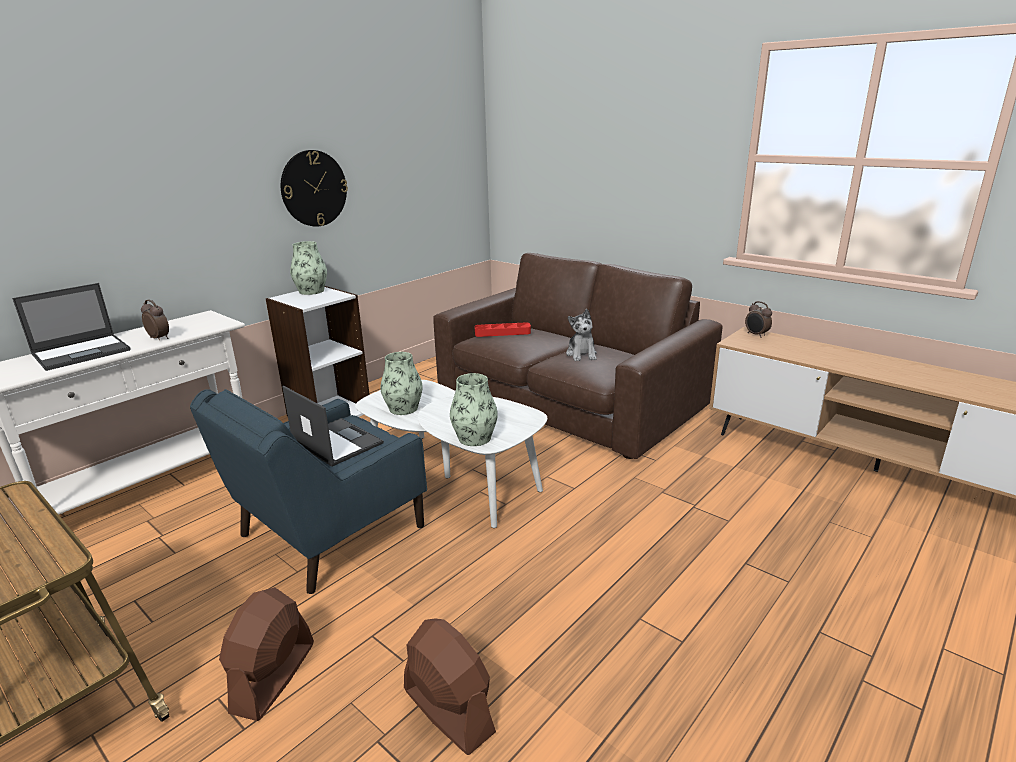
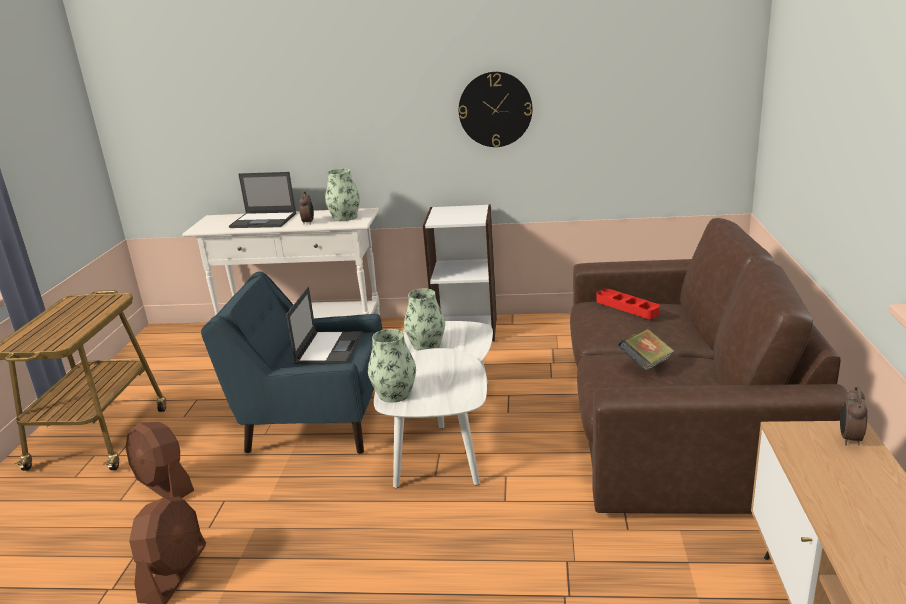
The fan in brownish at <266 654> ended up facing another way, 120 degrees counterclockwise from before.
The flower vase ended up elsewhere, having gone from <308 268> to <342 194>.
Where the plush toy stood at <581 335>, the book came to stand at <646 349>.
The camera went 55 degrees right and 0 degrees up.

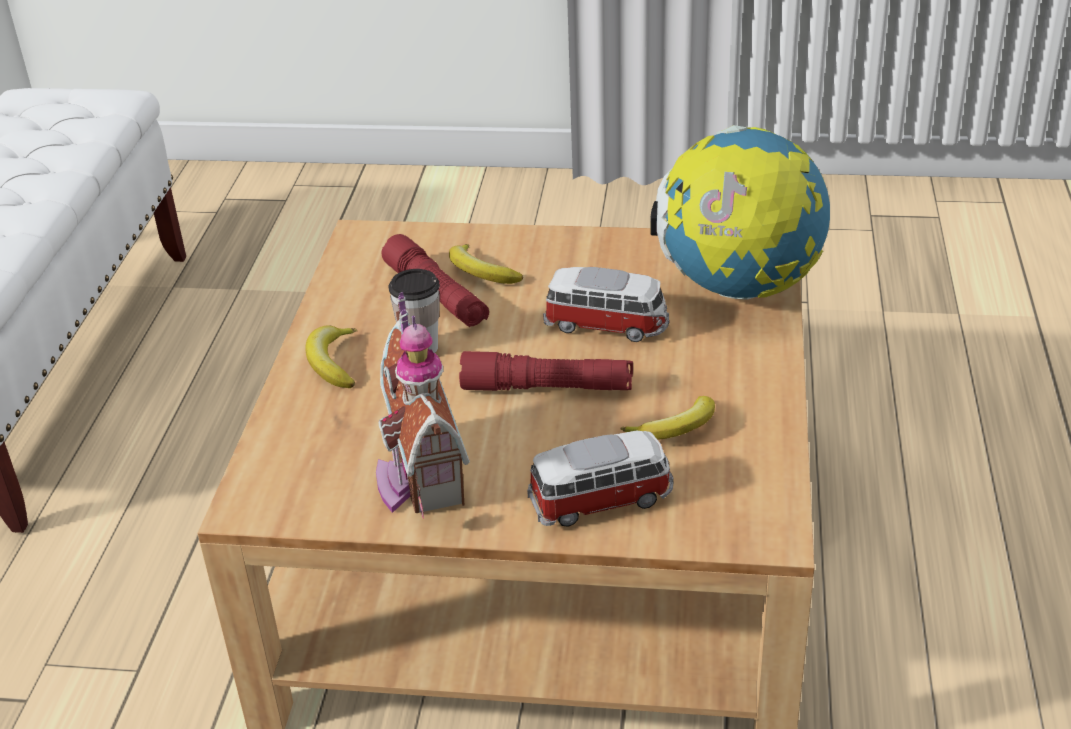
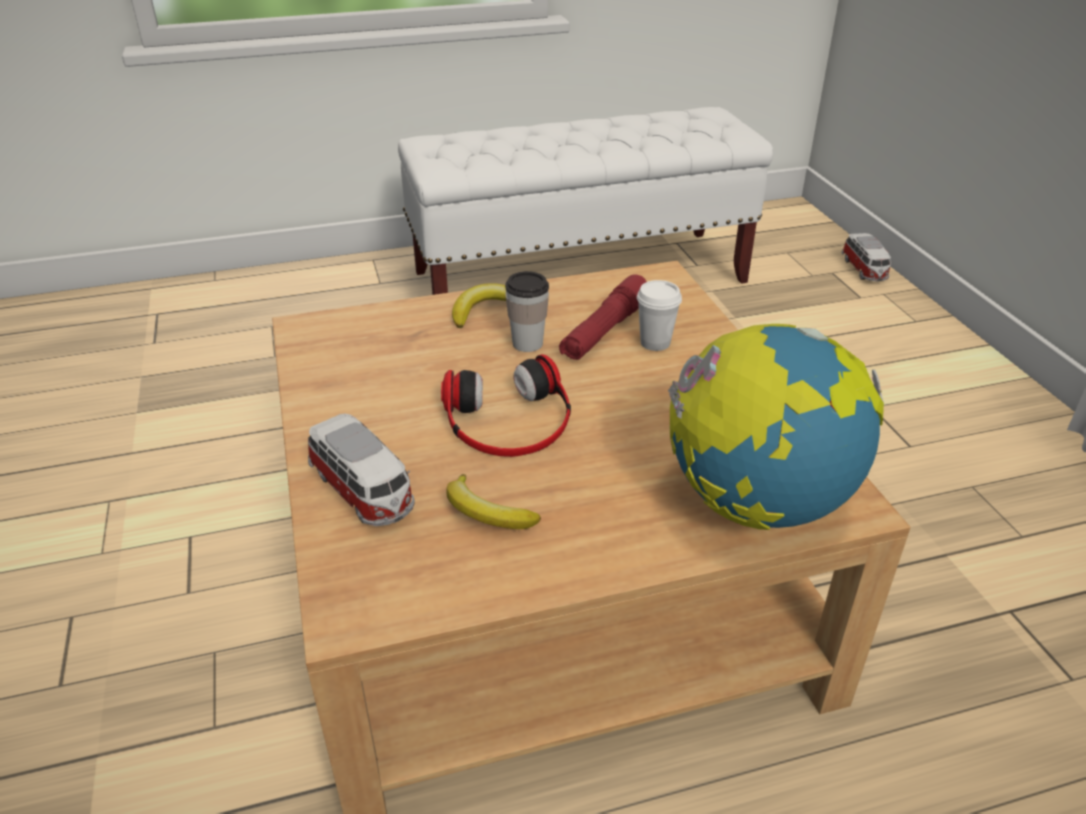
Where the hand torch in reddish stood at <546 371>, the headset came to stand at <506 405>.
Where the banana fruit stood at <486 264>, the small cup in whitish came to stand at <659 315>.
The model car ended up elsewhere, having gone from <606 304> to <866 257>.
The second view lost the model house at <423 405>.
The camera went 65 degrees right and 0 degrees up.

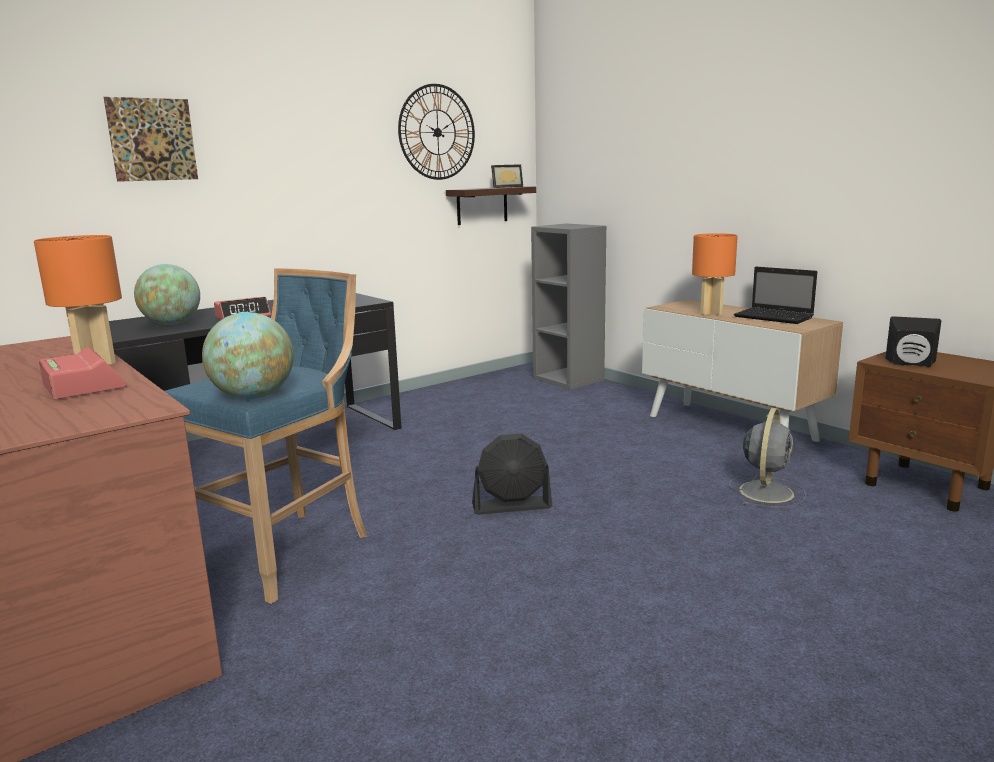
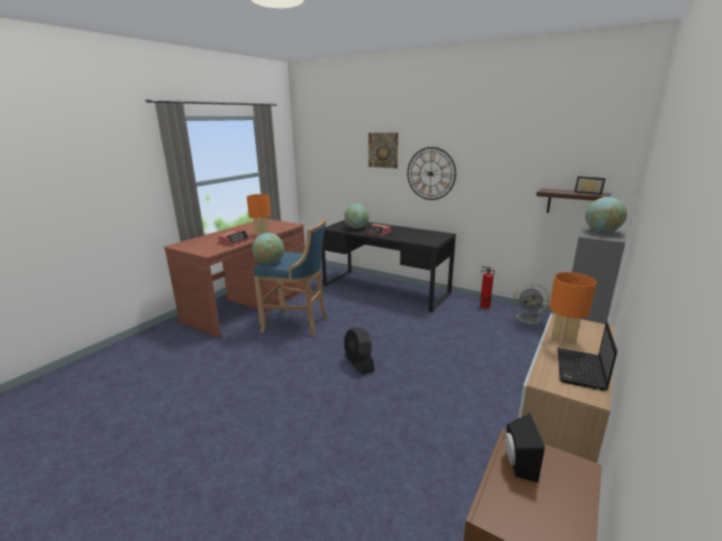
The clock on the wall ended up elsewhere, having gone from <436 132> to <431 173>.
The second view gained the fire extinguisher at <487 287>.
The fan in greyish ended up elsewhere, having gone from <767 458> to <529 305>.
The second view gained the desk globe at <606 215>.
The camera went 70 degrees right and 5 degrees up.

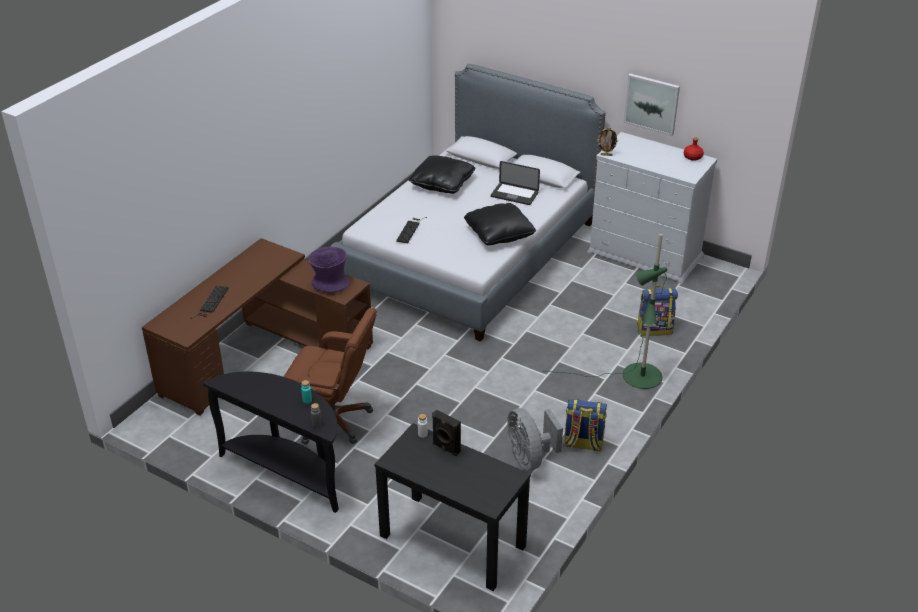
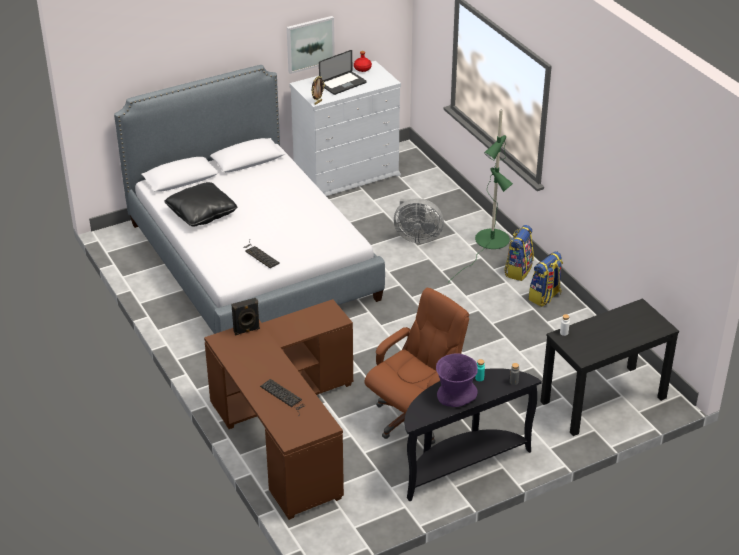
The speaker in black ended up elsewhere, having gone from <446 433> to <245 317>.
The notebook computer ended up elsewhere, having gone from <515 183> to <343 72>.
The fan in greyish ended up elsewhere, having gone from <535 439> to <419 220>.
The flower vase in purple ended up elsewhere, having gone from <329 270> to <457 380>.
The knapsack ended up elsewhere, having gone from <657 311> to <519 253>.
The second view lost the pillow in black at <500 224>.
The camera went 60 degrees left and 0 degrees up.

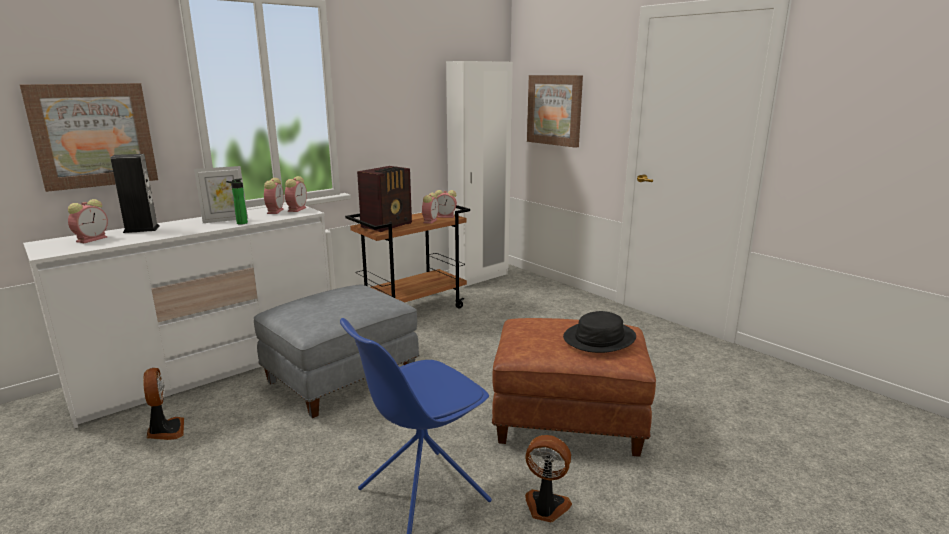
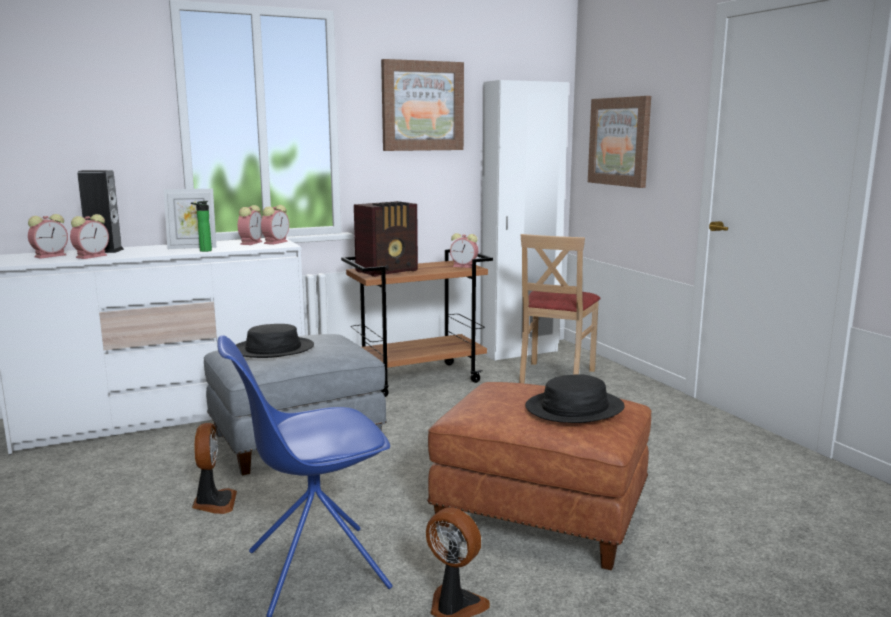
The table clock ended up elsewhere, having gone from <430 208> to <89 236>.
The fan ended up elsewhere, having gone from <163 404> to <214 468>.
The second view gained the clothing hat in black at <275 341>.
The wall picture ended up elsewhere, having gone from <89 137> to <422 105>.
The second view gained the plain chair in sand-coloured at <560 308>.
The camera went 15 degrees right and 5 degrees down.

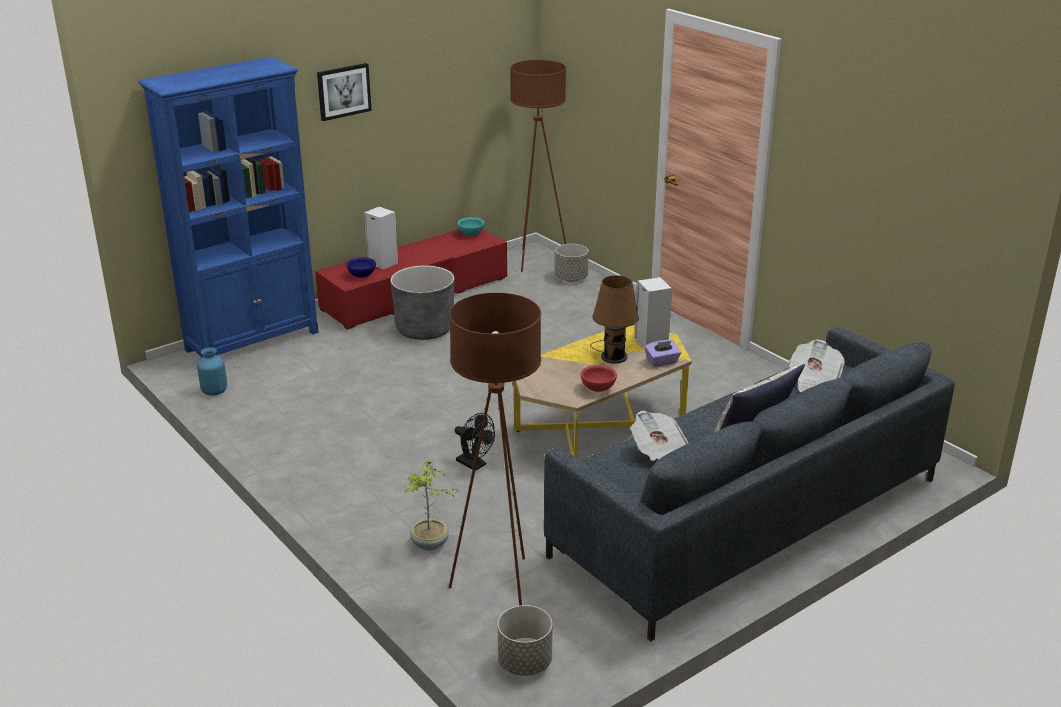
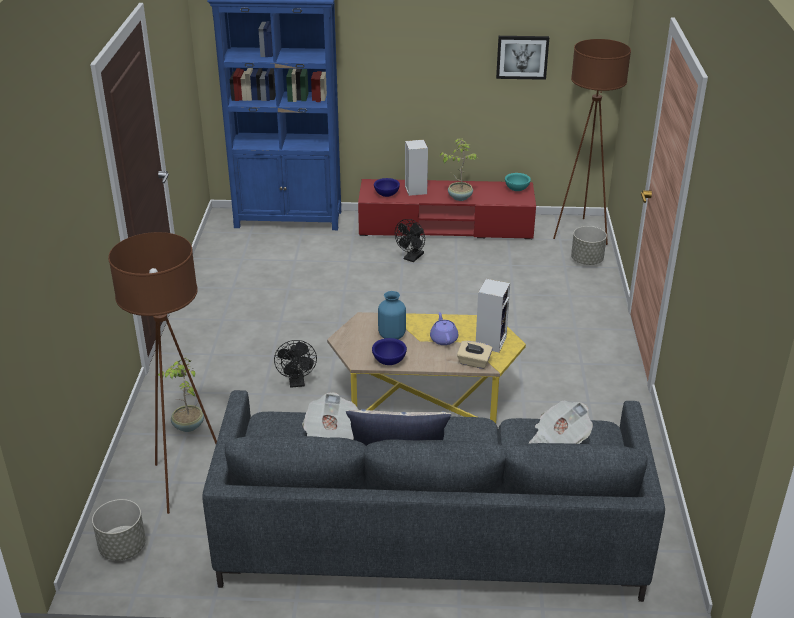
What was the deep dish in reddish at <599 378> turned into the deep dish in blue at <389 351>.
The flower vase in blue ended up elsewhere, having gone from <212 371> to <392 315>.
Where the planter in greyish stood at <422 302>, the fan in black came to stand at <410 240>.
Where the tabletop lamp in brownish stood at <614 319>, the tea pot in purple came to stand at <444 328>.
The second view gained the potted plant at <458 170>.
What was the tissue box in purple at <663 353> turned into the tissue box in sand-coloured at <475 355>.
The wall picture ended up elsewhere, having gone from <344 92> to <522 58>.
The camera went 40 degrees right and 5 degrees up.

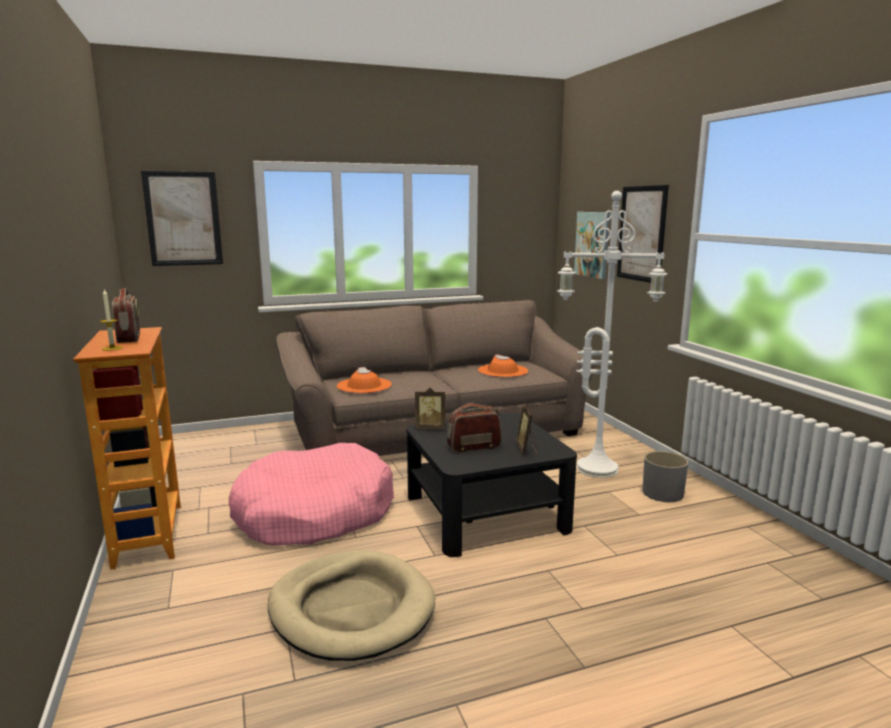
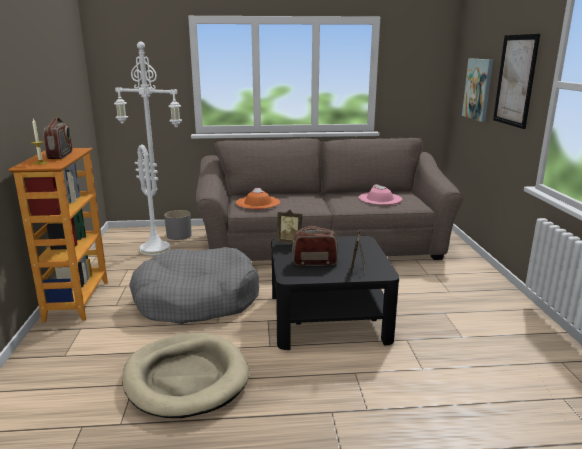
The floor lamp in whitish ended up elsewhere, having gone from <612 334> to <148 148>.
What was the pet bed in pink at <311 494> turned into the pet bed in greyish at <194 285>.
The planter in greyish ended up elsewhere, having gone from <665 476> to <178 225>.
What was the clothing hat in orange-coloured at <503 365> turned into the clothing hat in pink at <380 194>.
The second view lost the wall picture at <182 218>.
The camera went 15 degrees right and 5 degrees up.

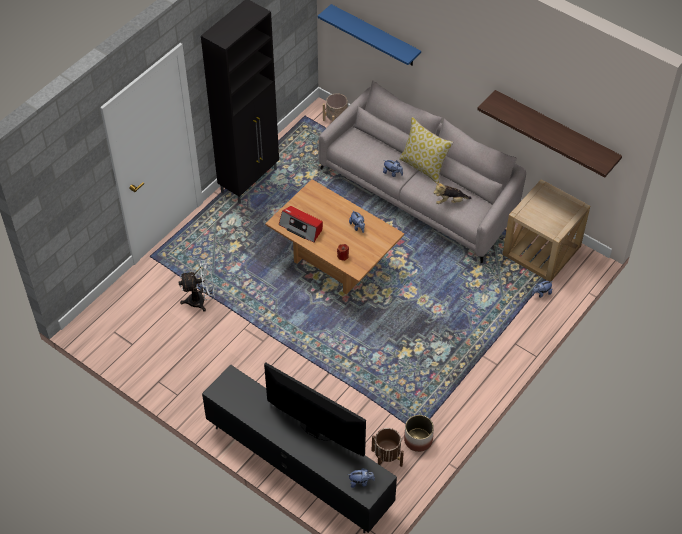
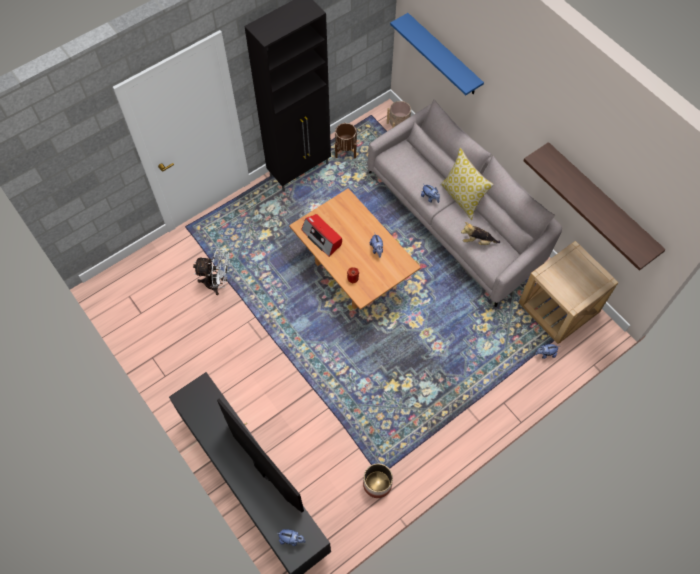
The planter in brownish ended up elsewhere, having gone from <388 447> to <346 140>.
The camera went 15 degrees right and 10 degrees up.

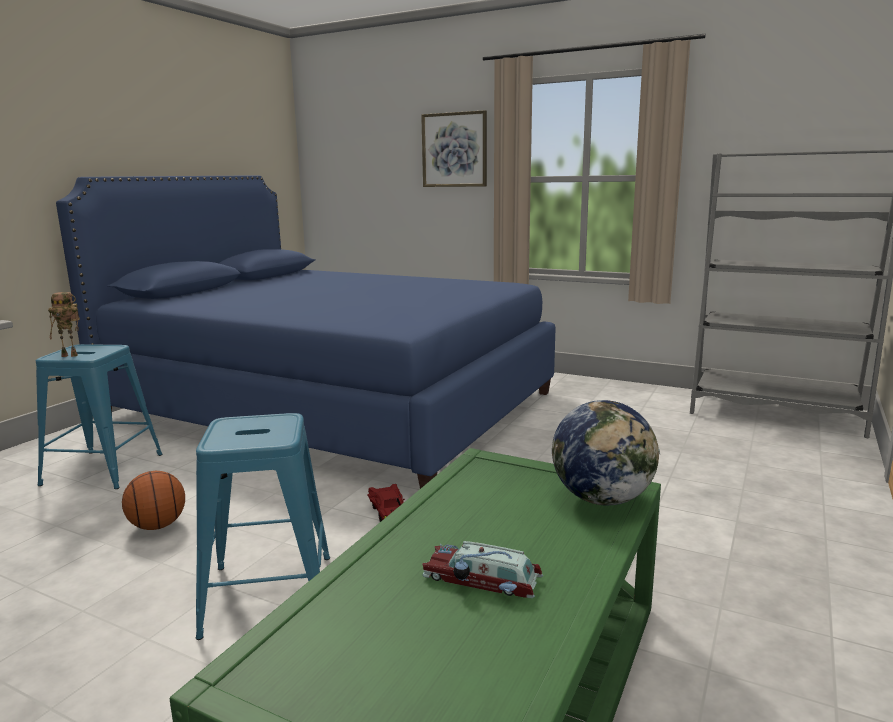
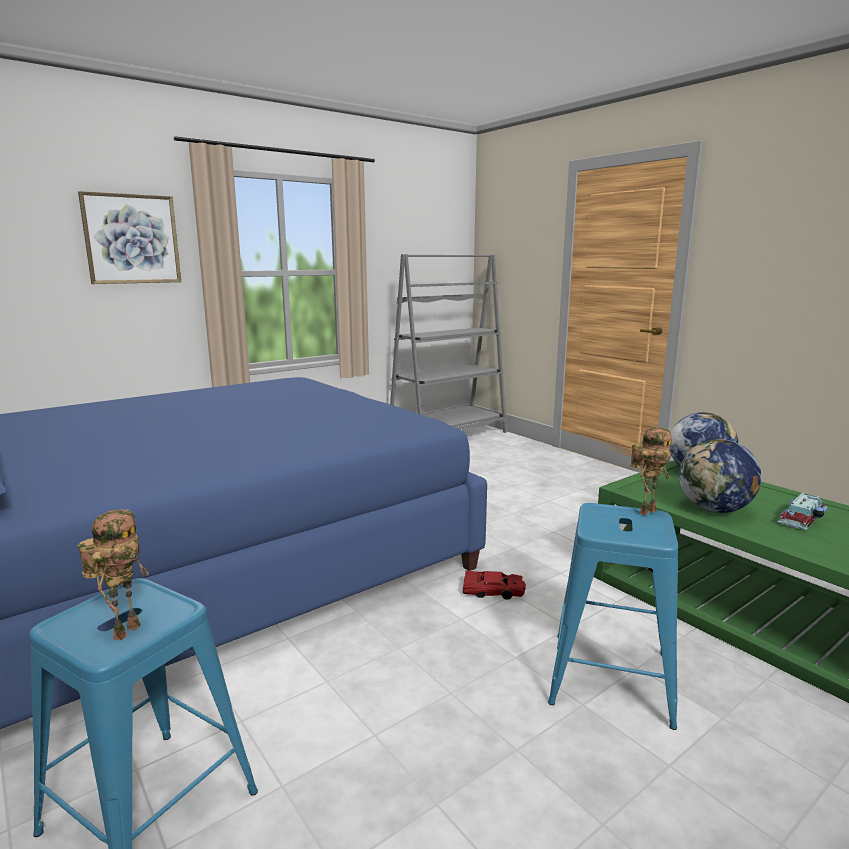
The second view gained the toy robot at <650 471>.
The second view gained the desk globe at <720 476>.
The second view lost the basketball at <153 500>.
The camera went 65 degrees left and 0 degrees up.

